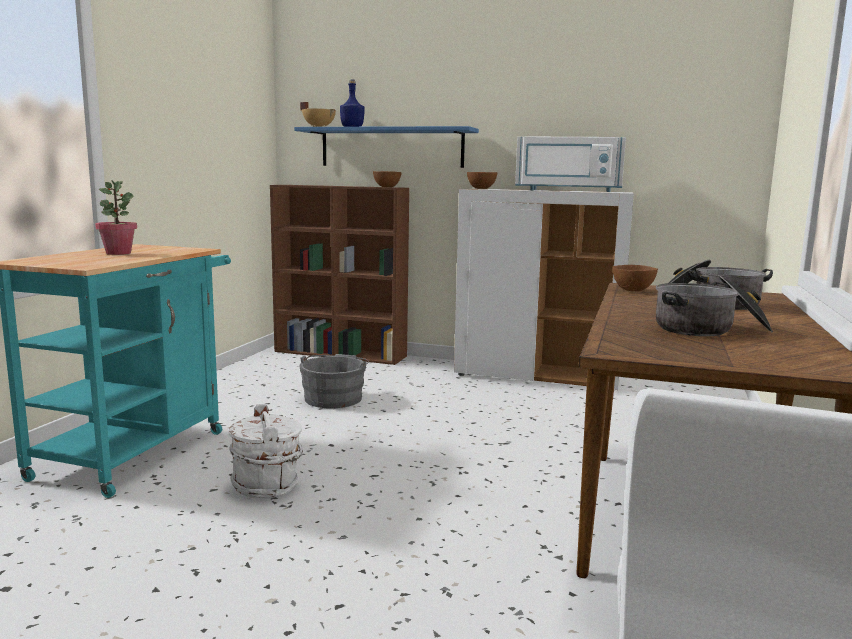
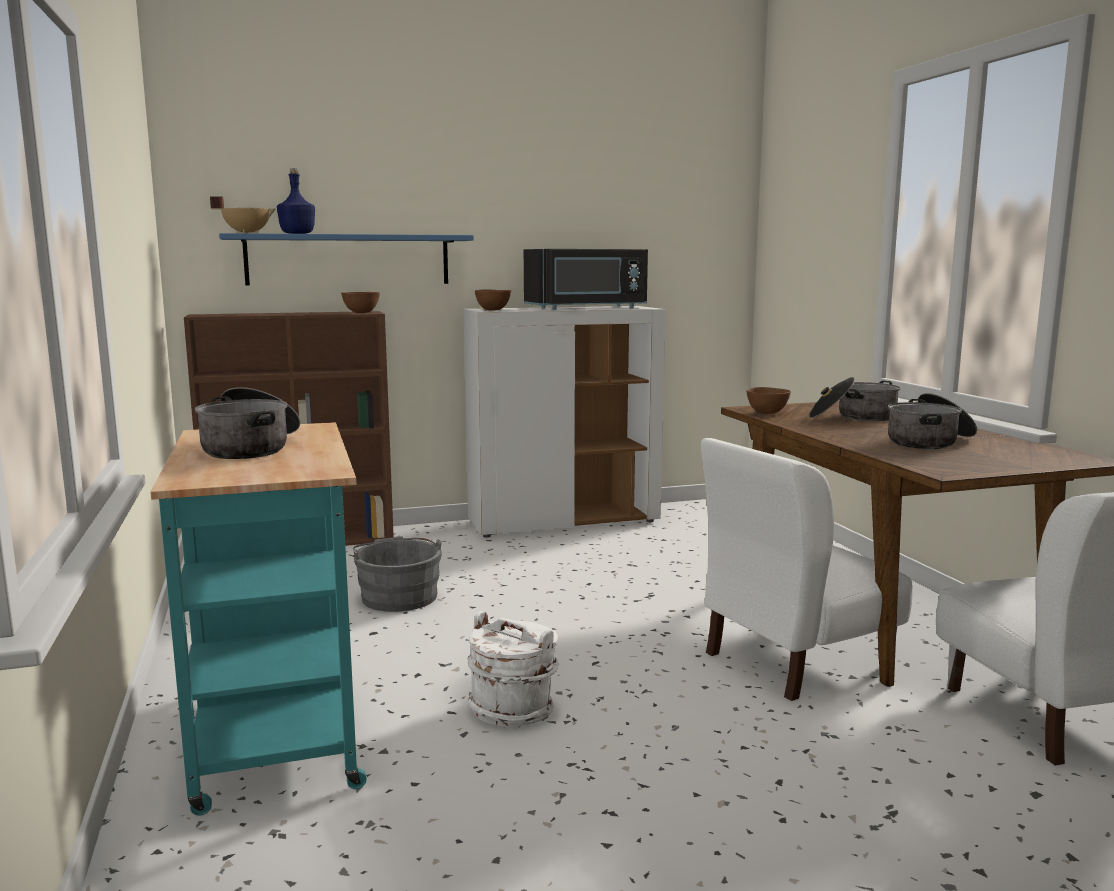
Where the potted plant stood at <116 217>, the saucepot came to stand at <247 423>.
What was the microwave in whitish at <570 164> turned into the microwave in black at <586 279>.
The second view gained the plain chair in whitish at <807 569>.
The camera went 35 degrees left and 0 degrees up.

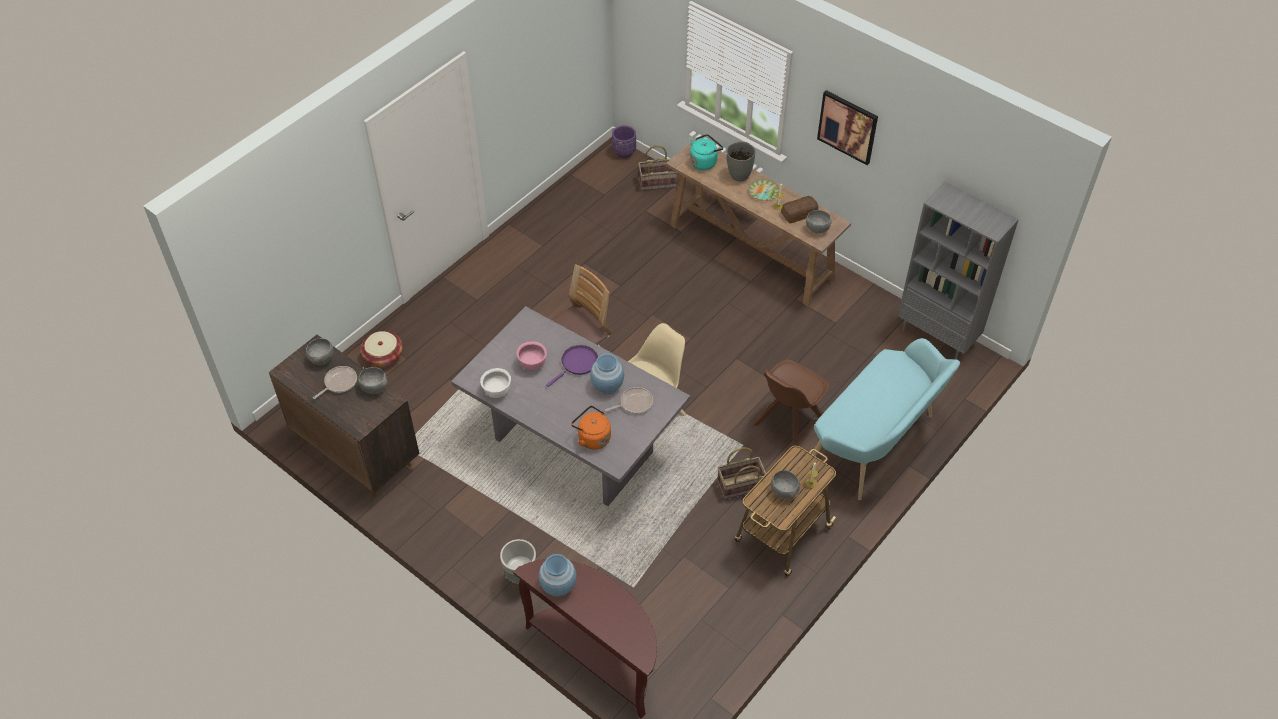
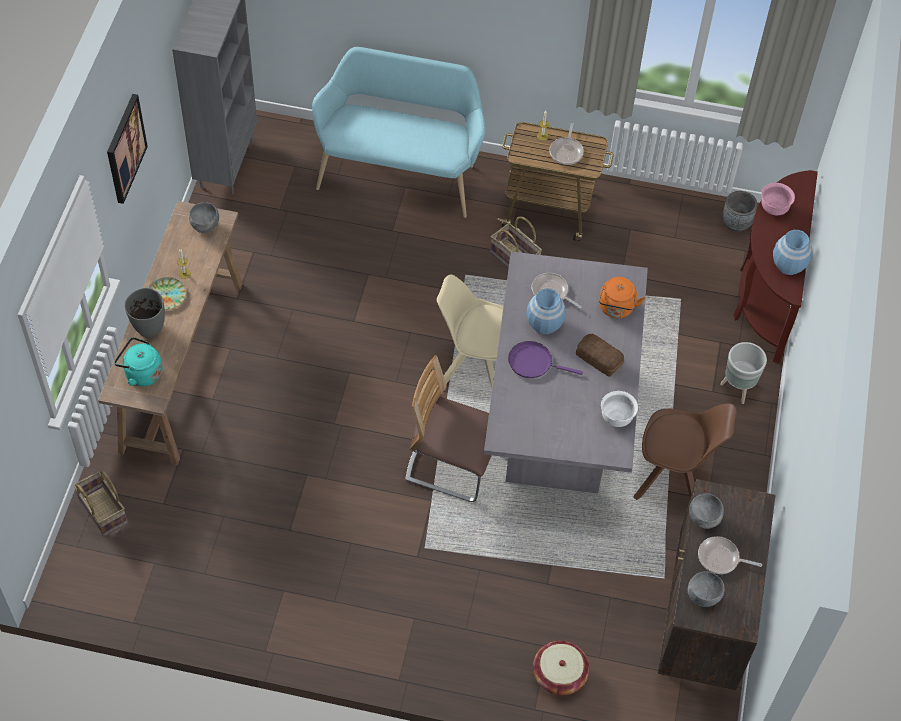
Where the deep dish in greyish stood at <785 484>, the pan came to stand at <566 144>.
The bakery bread ended up elsewhere, having gone from <799 210> to <600 355>.
The plain chair in brownish ended up elsewhere, having gone from <791 402> to <685 451>.
The second view gained the planter in greyish at <740 211>.
The deep dish in pink ended up elsewhere, having gone from <532 355> to <778 199>.
The second view lost the planter in purple at <624 141>.
The camera went 120 degrees left and 5 degrees up.

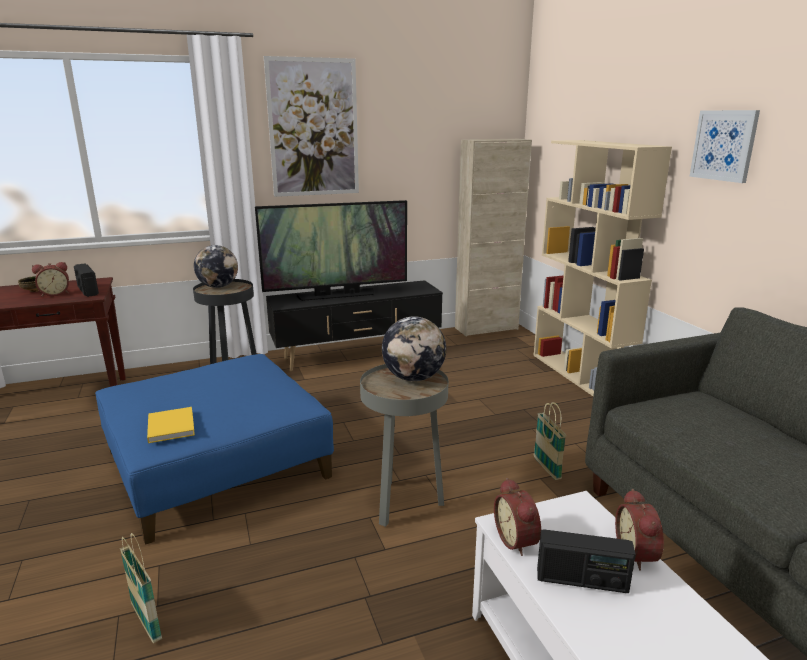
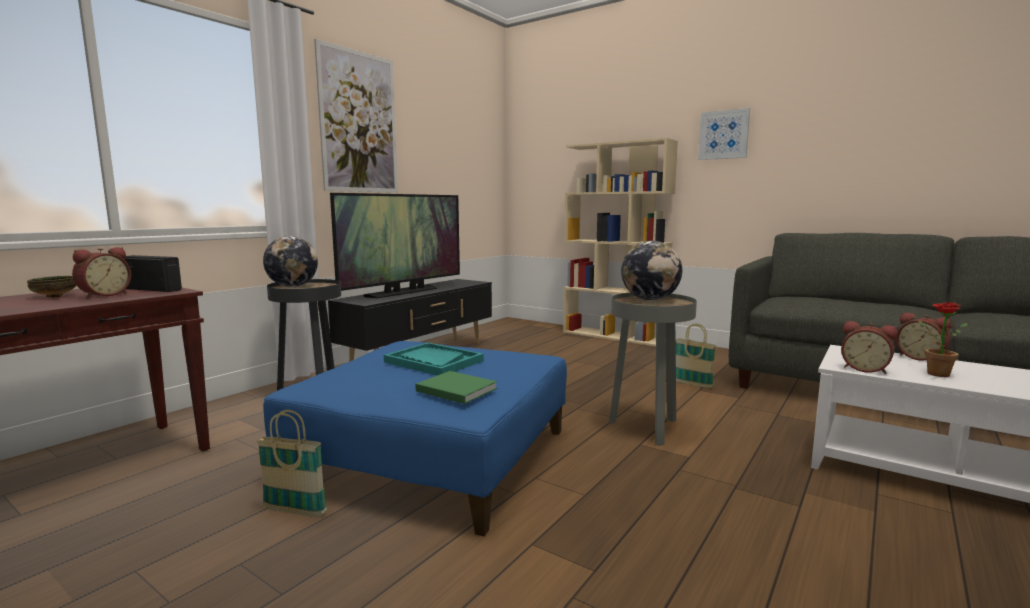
The household basket ended up elsewhere, having gone from <141 588> to <292 463>.
The second view gained the carrying tray in blue-green at <434 359>.
What was the book in yellow at <171 425> turned into the book in green-coloured at <456 387>.
Where the radio set stood at <586 561>, the potted plant came to stand at <943 339>.
The second view lost the storage cabinet in sand-coloured at <493 238>.
The camera went 35 degrees left and 10 degrees down.

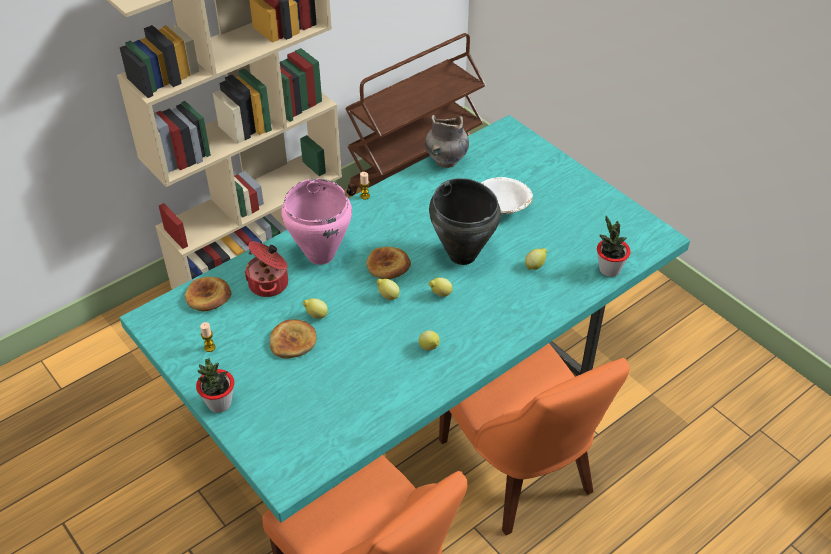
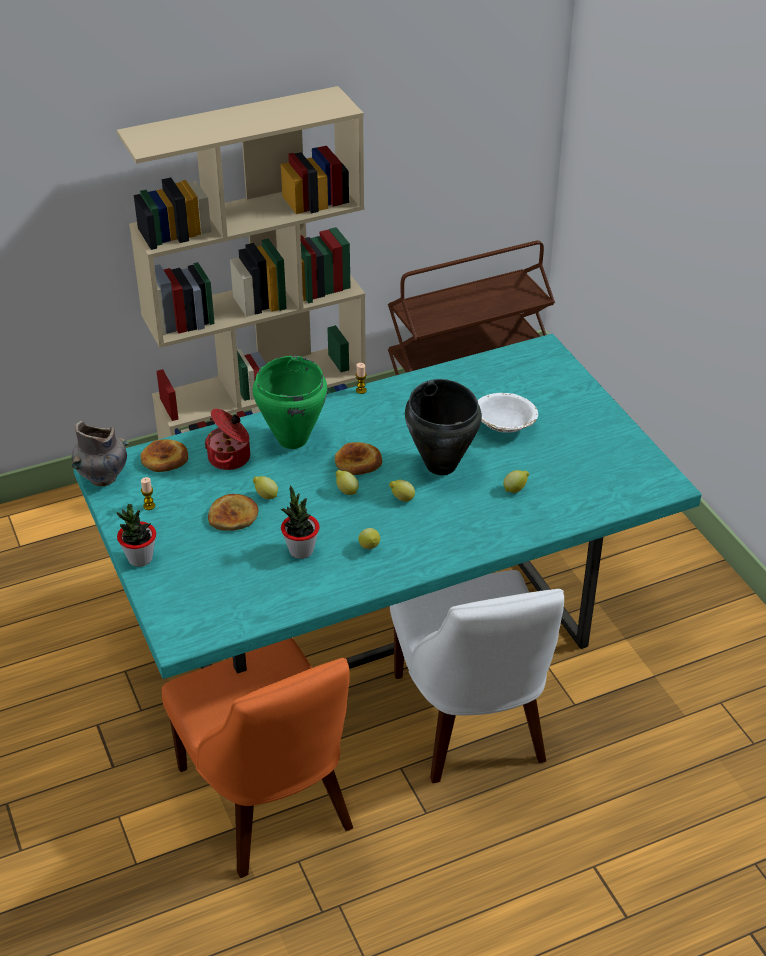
The flower vase in greyish ended up elsewhere, having gone from <447 141> to <100 453>.
What was the saucepot in pink at <316 221> turned into the saucepot in green-coloured at <290 402>.
The potted plant ended up elsewhere, having gone from <614 246> to <300 522>.
What was the plain chair in orange-coloured at <534 439> turned into the plain chair in whitish at <477 676>.
The camera went 15 degrees right and 5 degrees down.

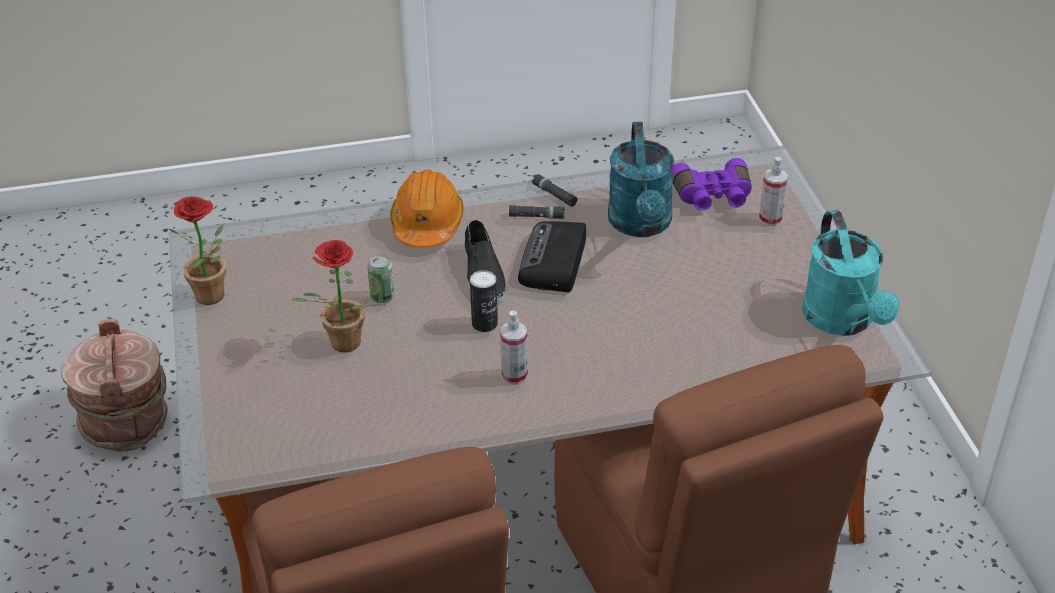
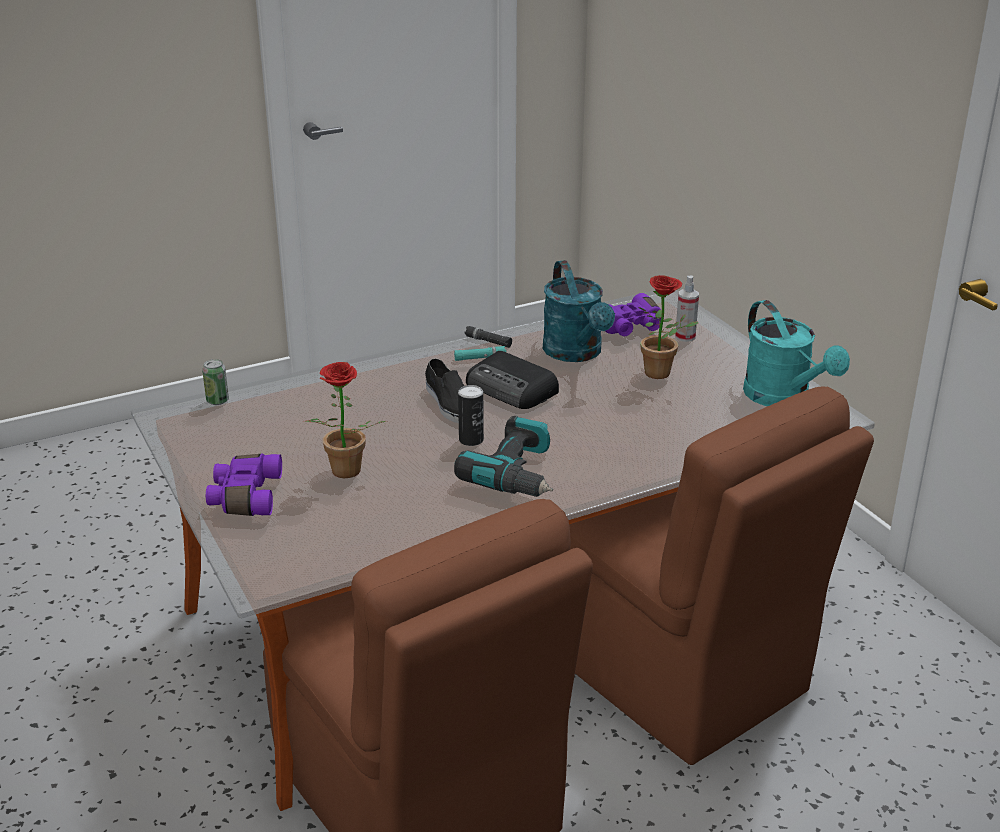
The sealed can ended up elsewhere, having gone from <381 279> to <215 382>.
The second view gained the pair of binoculars in purple at <244 485>.
What was the hand torch in black at <537 212> turned into the hand torch in blue-green at <480 353>.
Where the spray bottle stood at <514 347>, the electric drill came to stand at <503 456>.
The radio set at <552 257> ended up facing another way, 45 degrees counterclockwise from before.
The potted plant ended up elsewhere, having gone from <197 250> to <668 327>.
The second view lost the bucket in brownish at <114 385>.
The second view lost the work helmet in orange-coloured at <427 209>.
The camera went 15 degrees left and 10 degrees down.

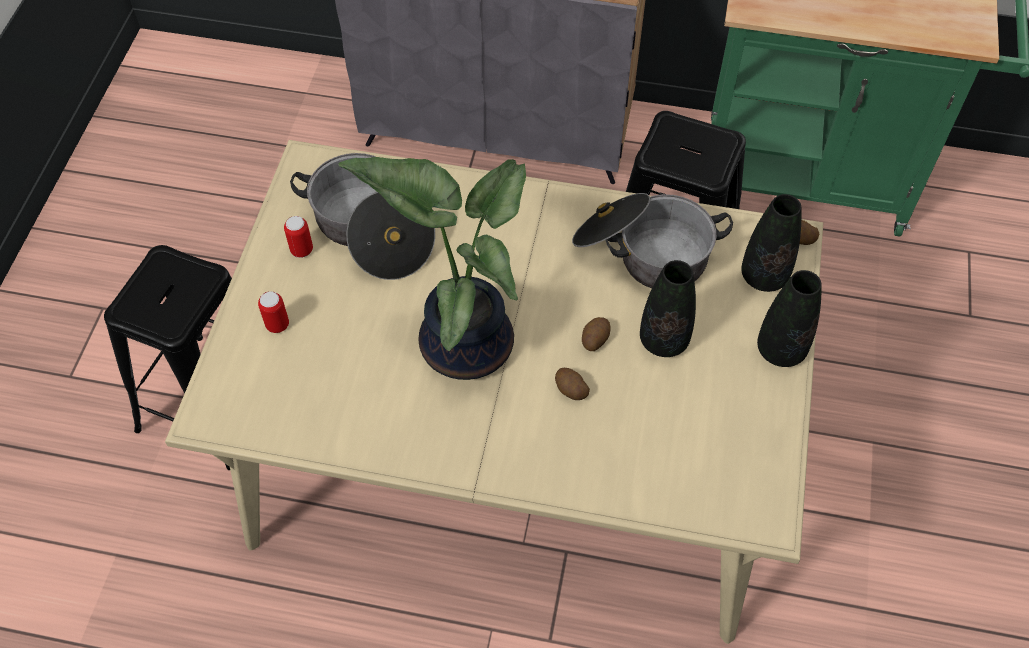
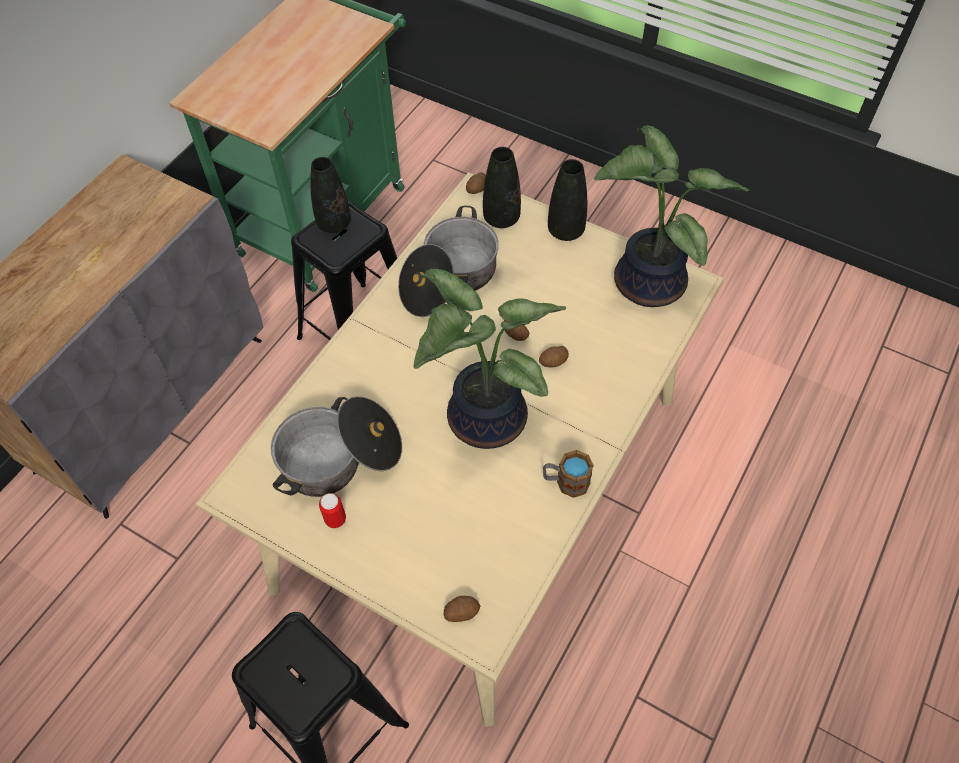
The flower vase in black ended up elsewhere, having gone from <668 308> to <331 195>.
The second view gained the potato at <462 609>.
The second view gained the tea mug at <568 474>.
The second view gained the potted plant at <672 216>.
The second view lost the sealed can at <273 312>.
The camera went 70 degrees left and 0 degrees up.

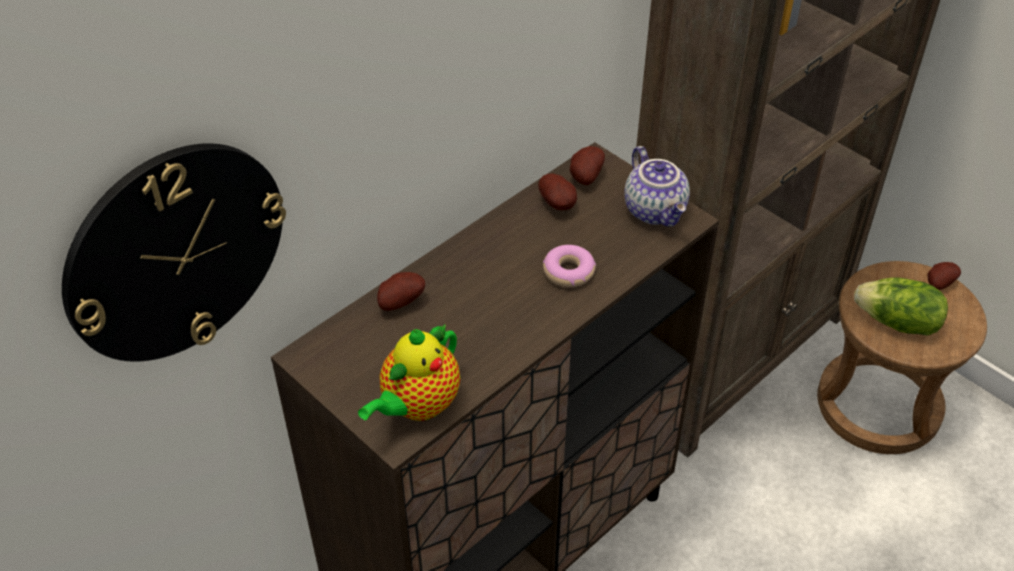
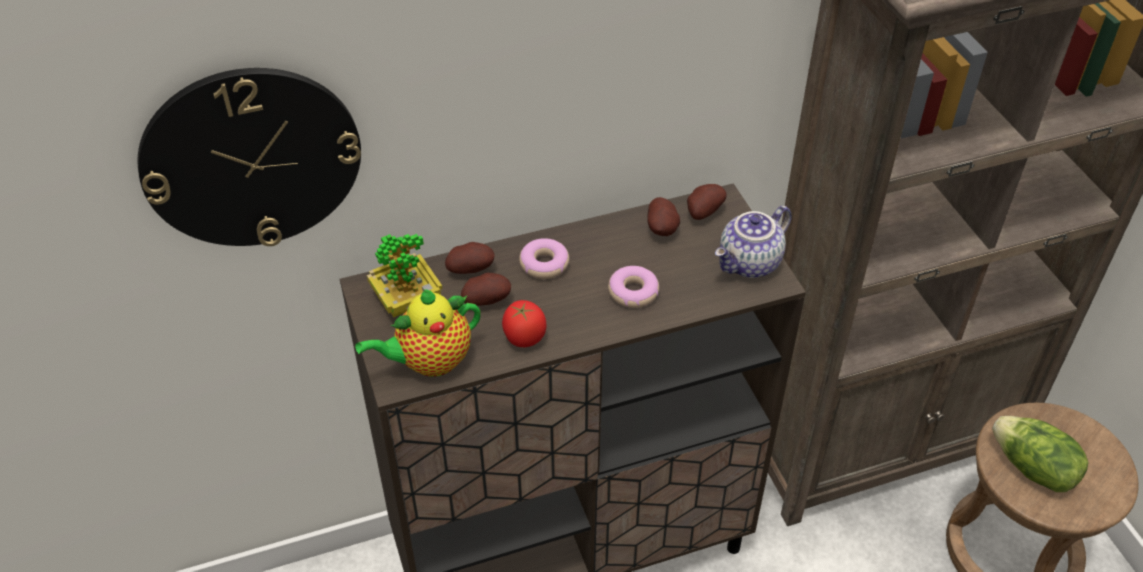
The second view gained the potted plant at <405 276>.
The potato ended up elsewhere, having gone from <944 276> to <486 289>.
The second view gained the whole tomato at <524 323>.
The second view gained the doughnut at <544 258>.
The tea pot at <657 186> ended up facing another way, 45 degrees clockwise from before.
The camera went 25 degrees right and 0 degrees up.

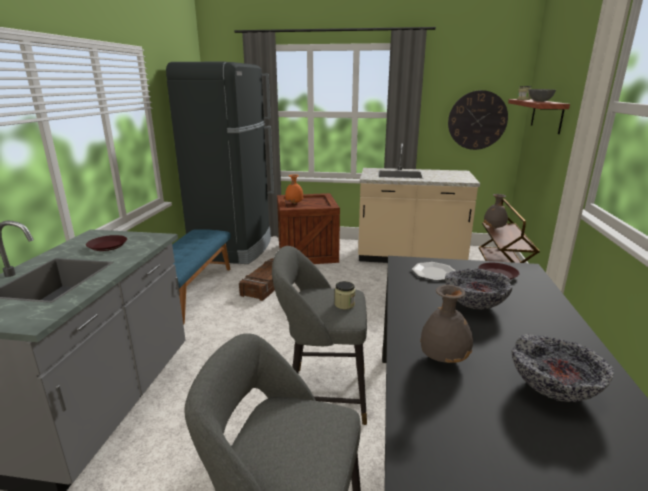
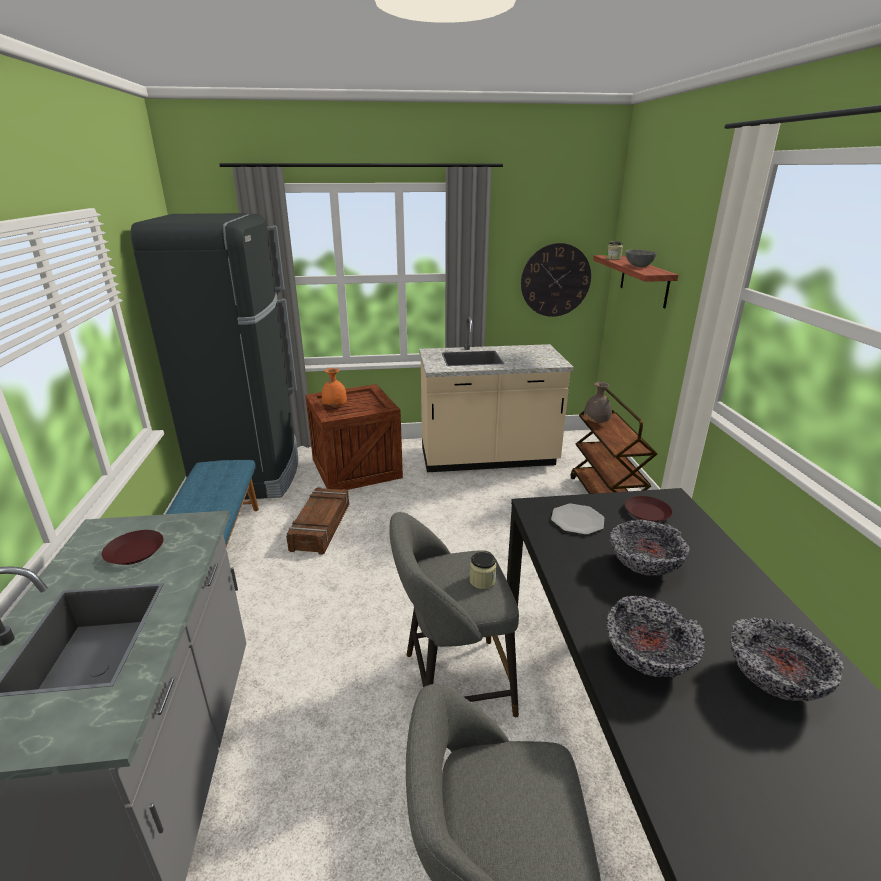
Where the flower vase in greyish stood at <446 323>, the deep dish came to stand at <655 636>.
The camera went 15 degrees left and 5 degrees up.

